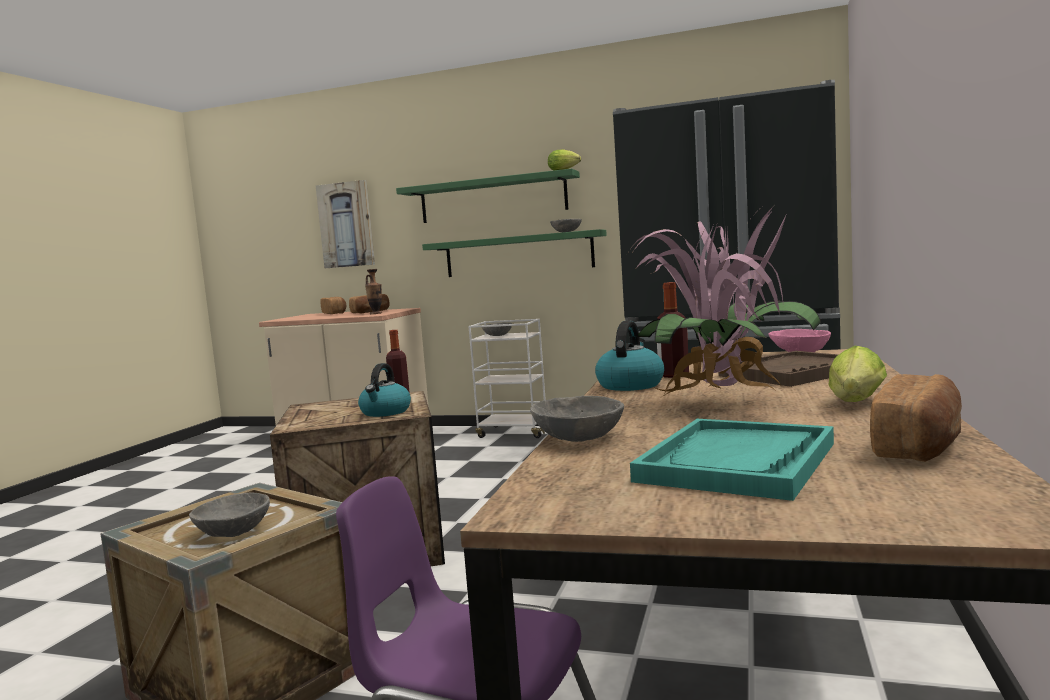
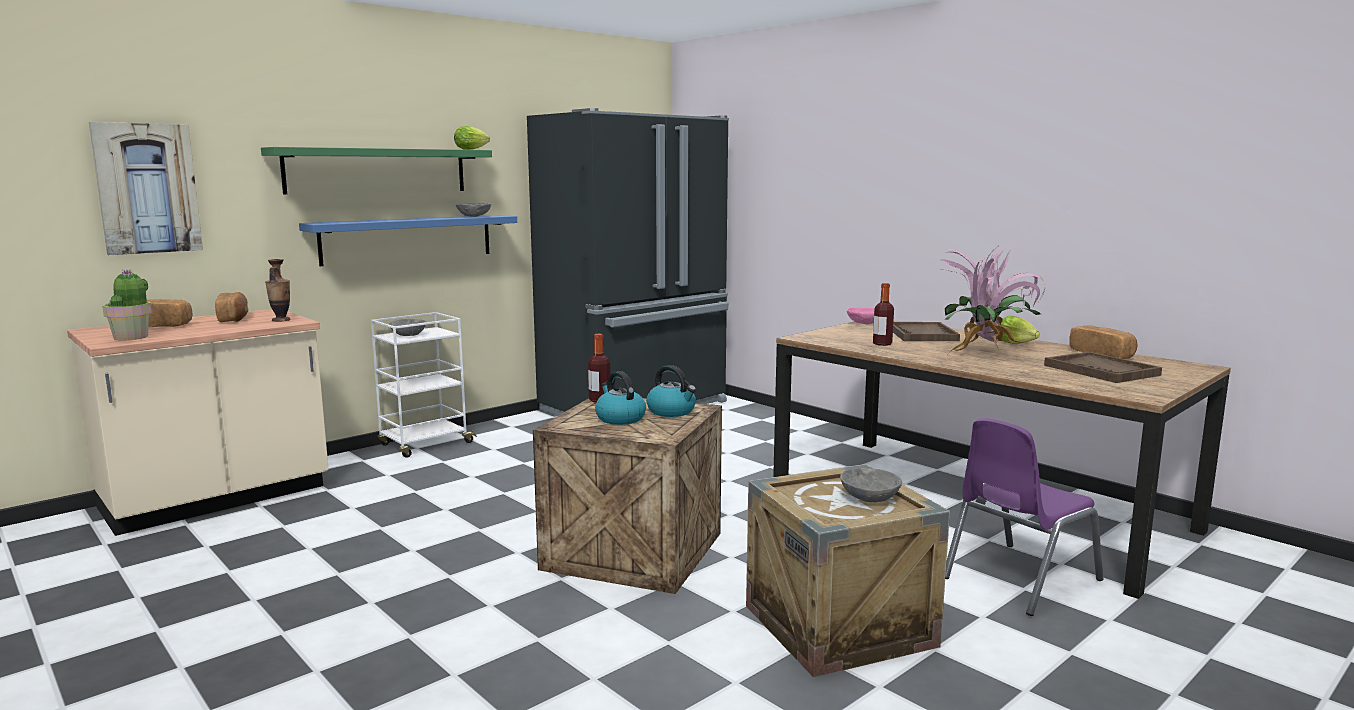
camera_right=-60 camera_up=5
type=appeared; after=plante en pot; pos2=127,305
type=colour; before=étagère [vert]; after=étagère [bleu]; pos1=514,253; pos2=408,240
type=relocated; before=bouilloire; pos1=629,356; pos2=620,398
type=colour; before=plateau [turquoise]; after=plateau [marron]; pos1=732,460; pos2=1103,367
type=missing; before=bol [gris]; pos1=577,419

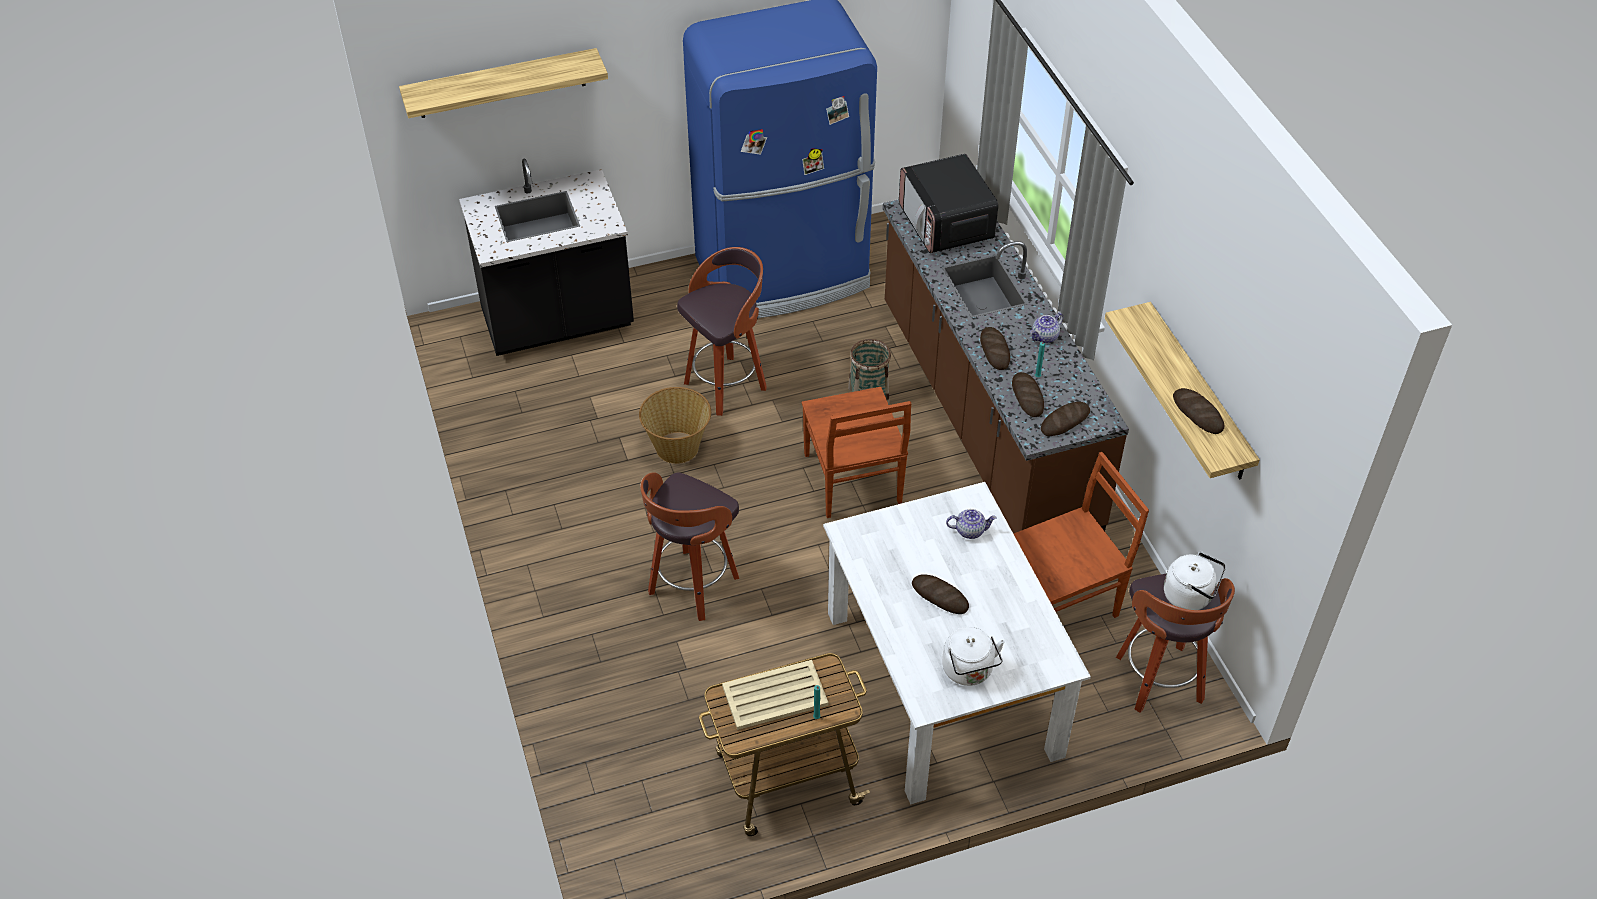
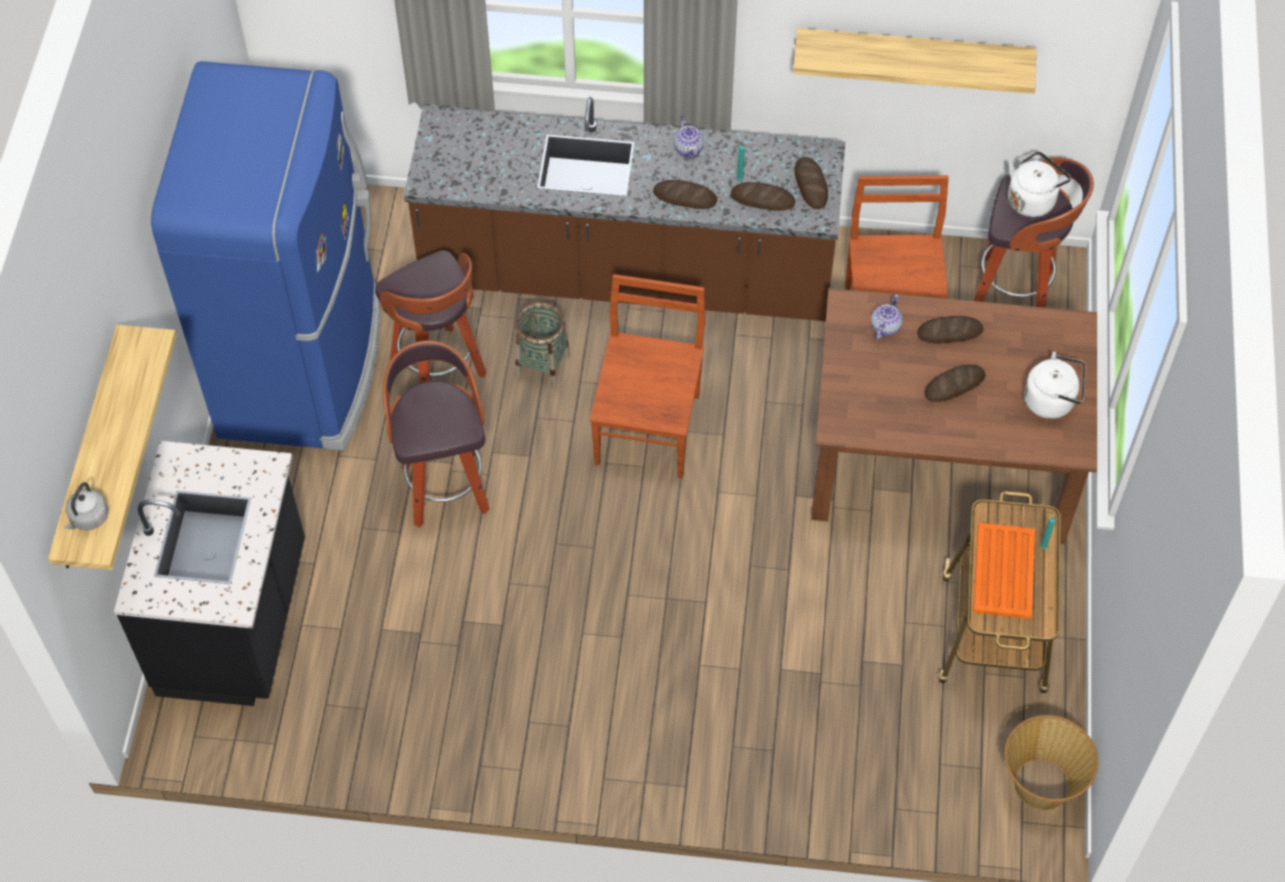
camera_right=-65 camera_up=10
type=appeared; after=bouilloire [gris]; pos2=86,506
type=relocated; before=tabouret; pos1=689,546; pos2=430,316
type=spun; before=chaise [marron]; pos1=856,452; pos2=647,376; turn=-90
type=colour; before=table à manger [blanc]; after=table à manger [marron]; pos1=957,643; pos2=954,416
type=relocated; before=pain; pos1=1198,411; pos2=950,330
type=colour; before=plateau [beige]; after=plateau [orange]; pos1=775,695; pos2=1004,571
type=relocated; before=panier; pos1=675,425; pos2=1051,762
type=missing; before=micro-ondes; pos1=948,203

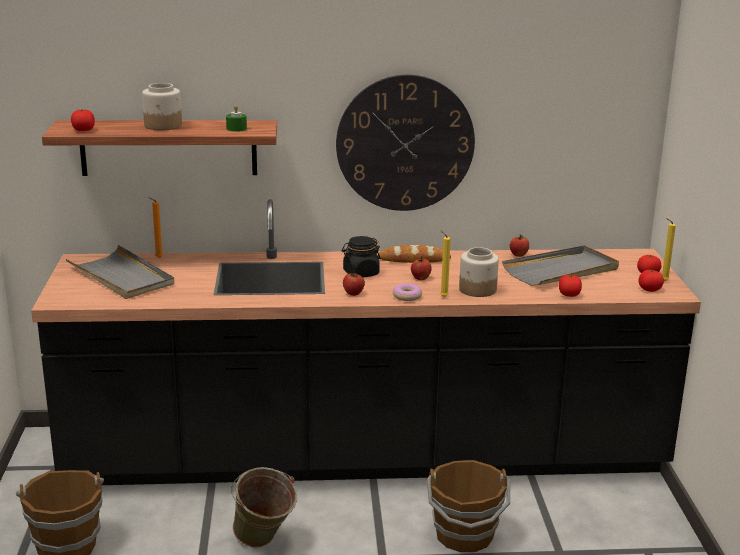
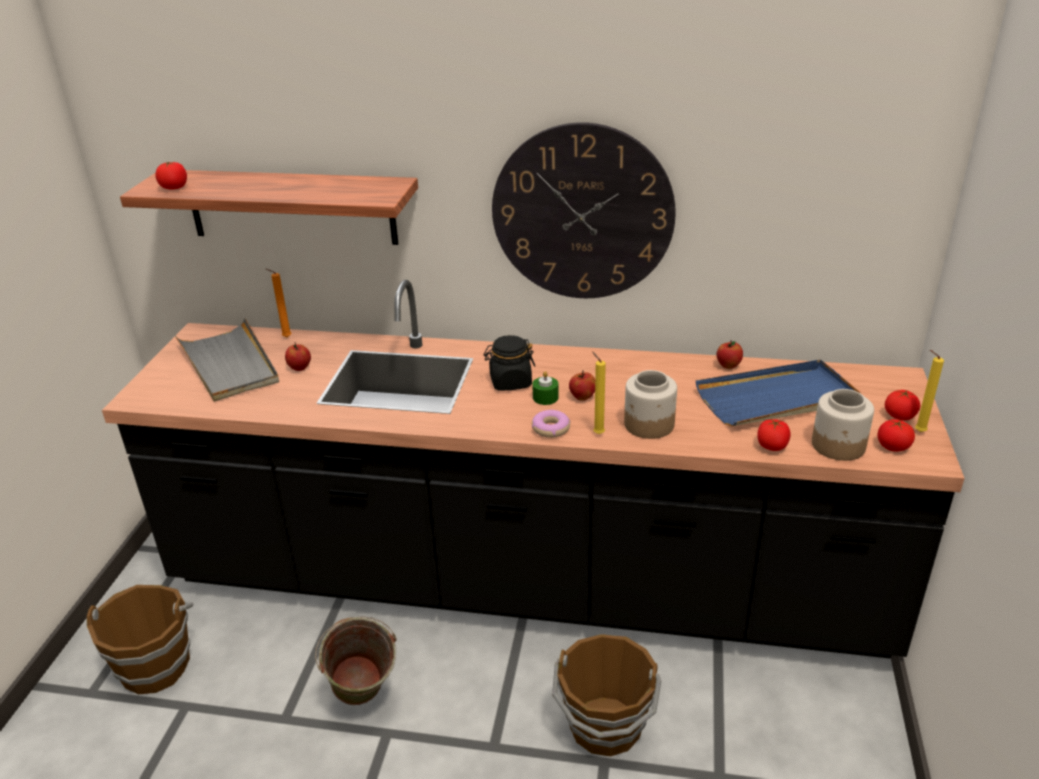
camera_right=15 camera_up=10
type=relocated; before=pomme; pos1=354,283; pos2=298,357
type=relocated; before=bougie [vert]; pos1=236,118; pos2=545,388
type=colour; before=plateau [gris]; after=plateau [bleu]; pos1=560,265; pos2=778,392
type=relocated; before=bocal; pos1=162,106; pos2=843,425
type=missing; before=pain; pos1=414,254

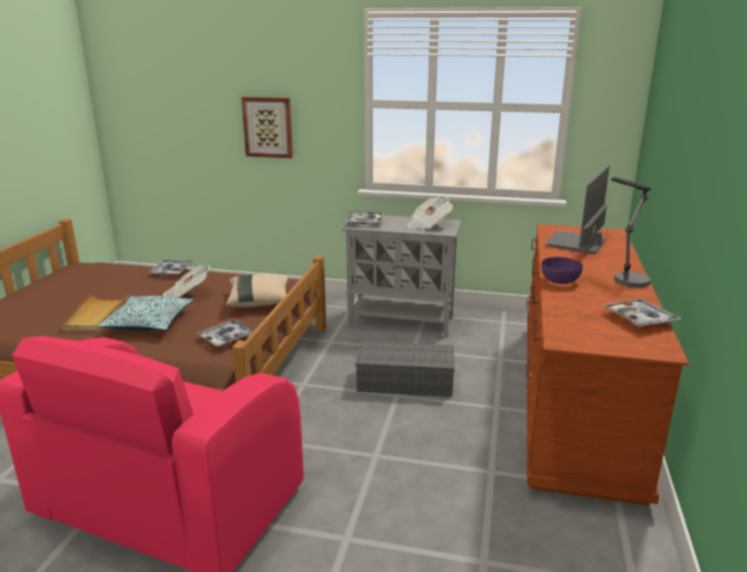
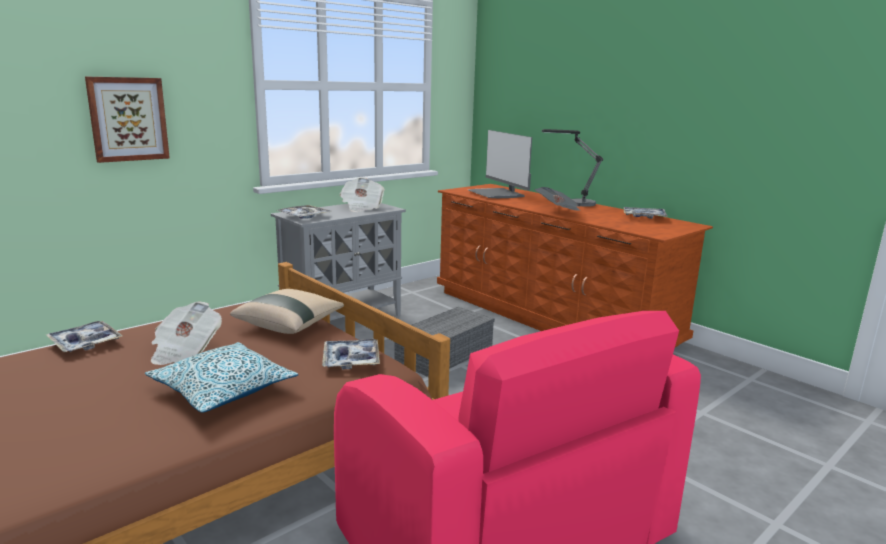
camera_right=-55 camera_up=-5
type=exchanged; before=bol [violet]; after=journal; pos1=562,270; pos2=557,199
type=missing; before=plateau [beige]; pos1=95,312

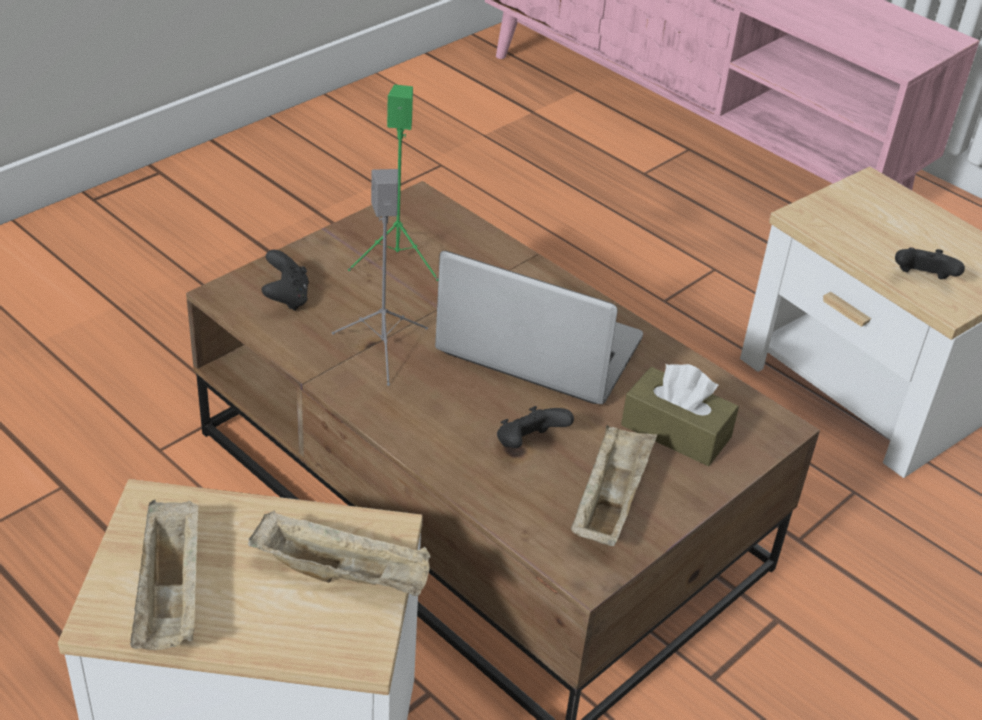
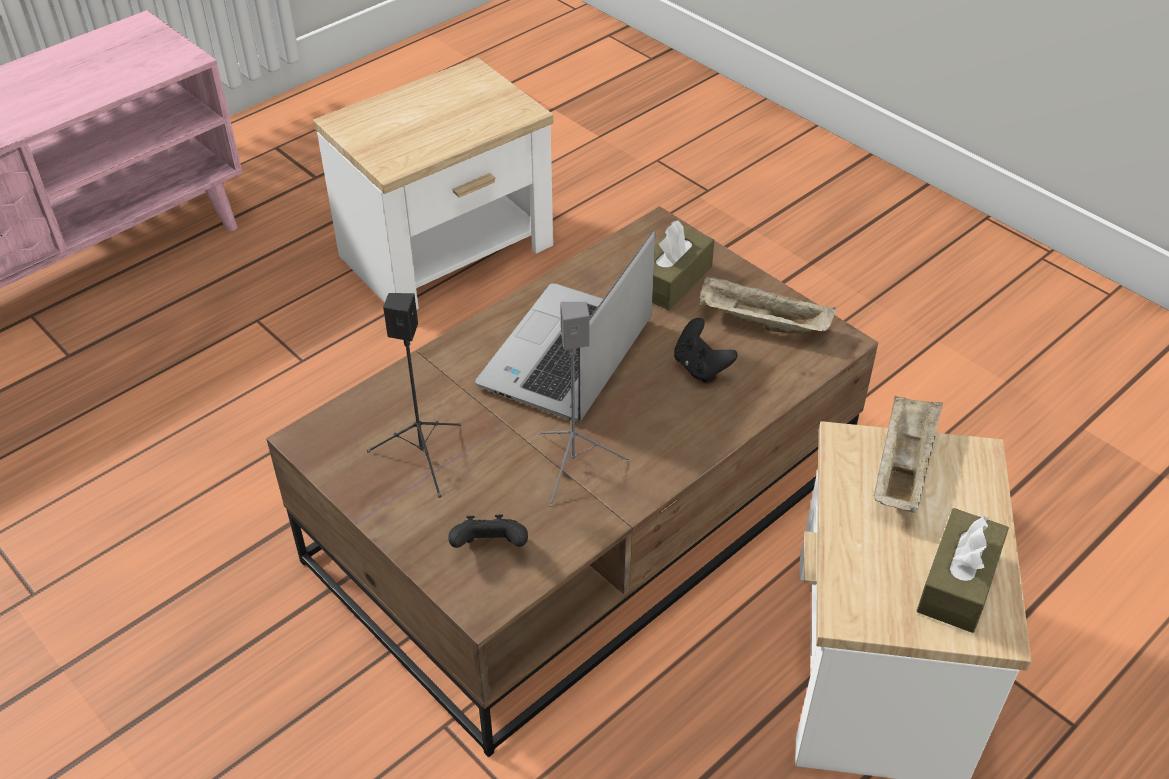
camera_right=-85 camera_up=5
type=colour; before=enceinte [vert]; after=enceinte [noir]; pos1=393,183; pos2=414,395
type=exchanged; before=plateau [beige]; after=boîte à mouchoirs [marron]; pos1=164,575; pos2=963,570
type=missing; before=manette [noir]; pos1=930,263

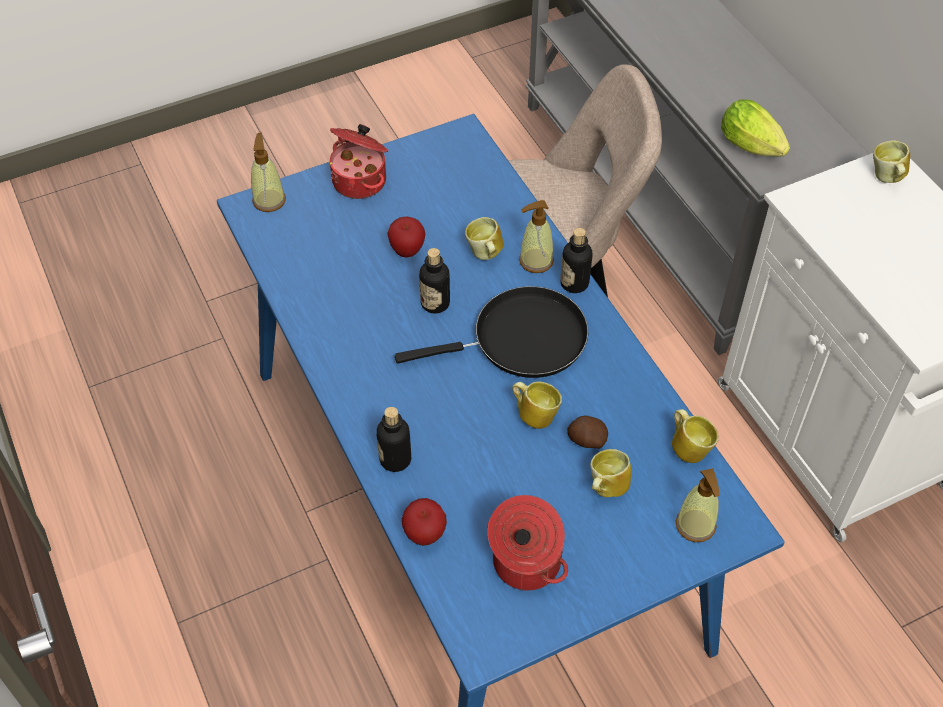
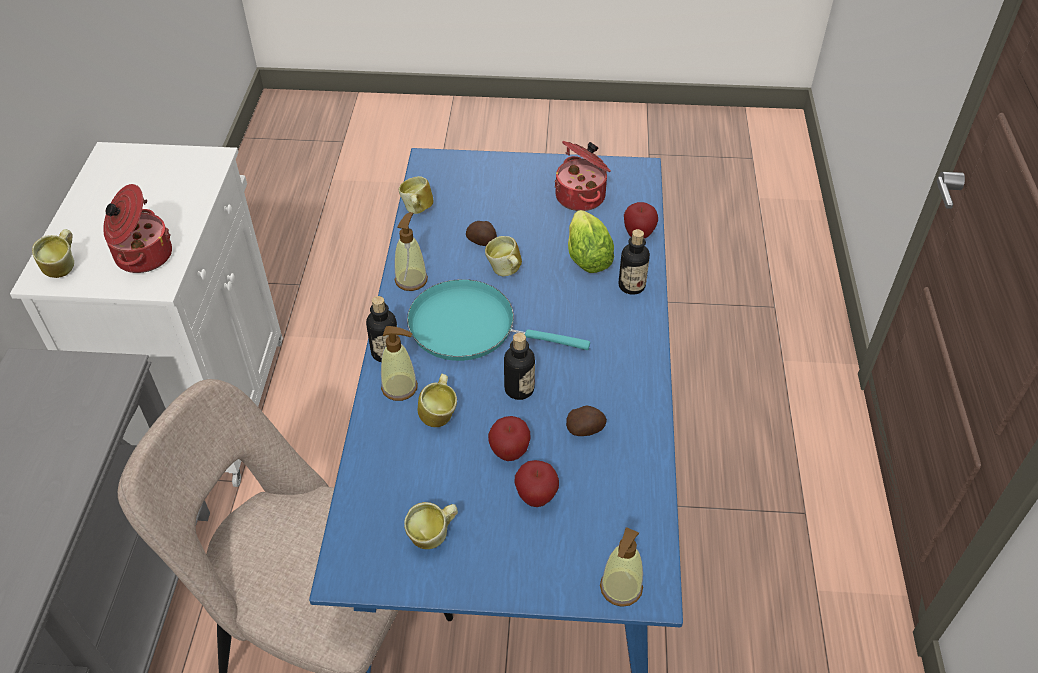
camera_right=-150 camera_up=-5
type=relocated; before=marmite; pos1=359,161; pos2=137,228
type=relocated; before=distributeur de savon; pos1=698,505; pos2=411,251
type=relocated; before=mug; pos1=610,473; pos2=431,525
type=colour; before=poêle [noir]; after=poêle [turquoise]; pos1=491,332; pos2=498,320
type=appeared; after=pomme; pos2=536,483
type=appeared; after=pomme de terre; pos2=586,421
type=relocated; before=laitue; pos1=755,128; pos2=591,241

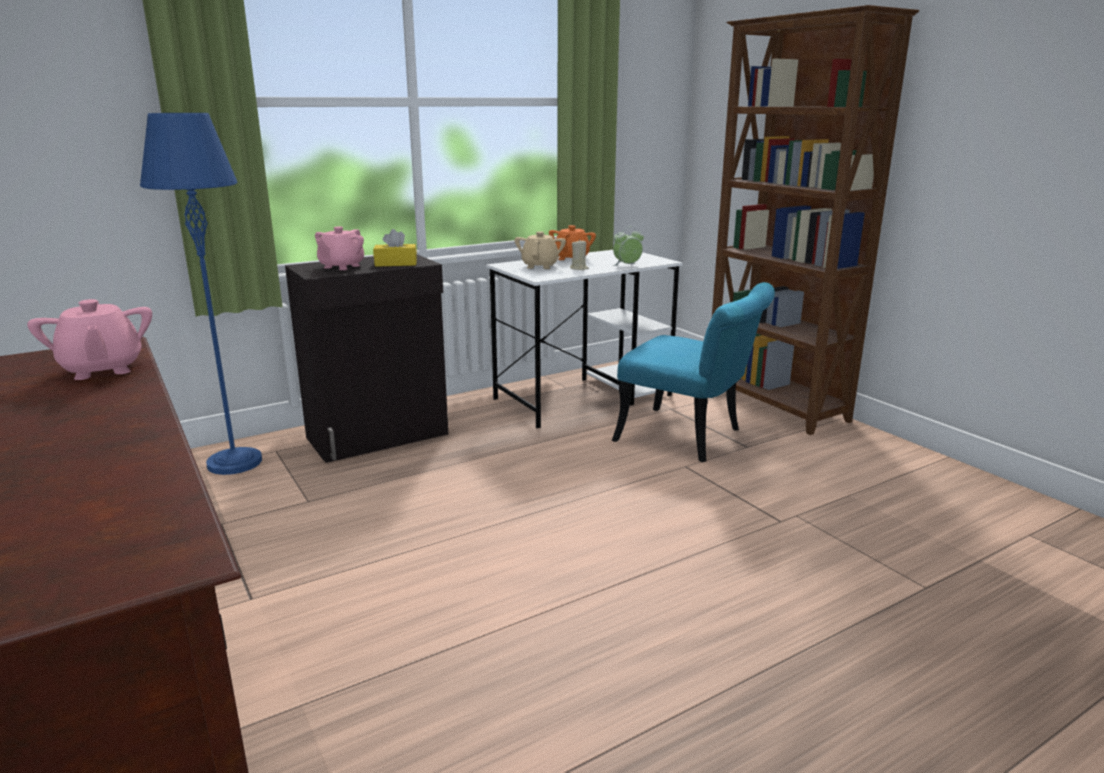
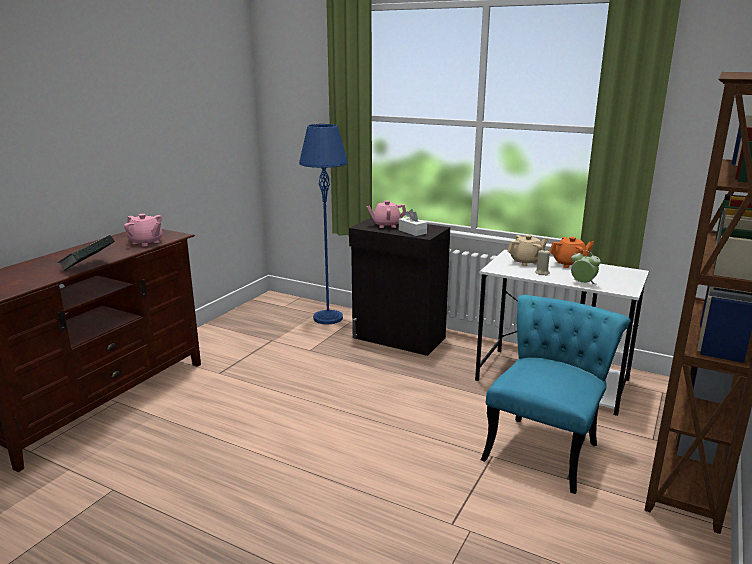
camera_right=60 camera_up=0
type=appeared; after=livre; pos2=86,253
type=spun; before=théière [rose]; pos1=89,339; pos2=143,230; turn=-90
type=colour; before=boîte à mouchoirs [jaune]; after=boîte à mouchoirs [blanc]; pos1=395,248; pos2=413,222
type=spun; before=chaise [turquoise]; pos1=693,372; pos2=555,394; turn=-150

